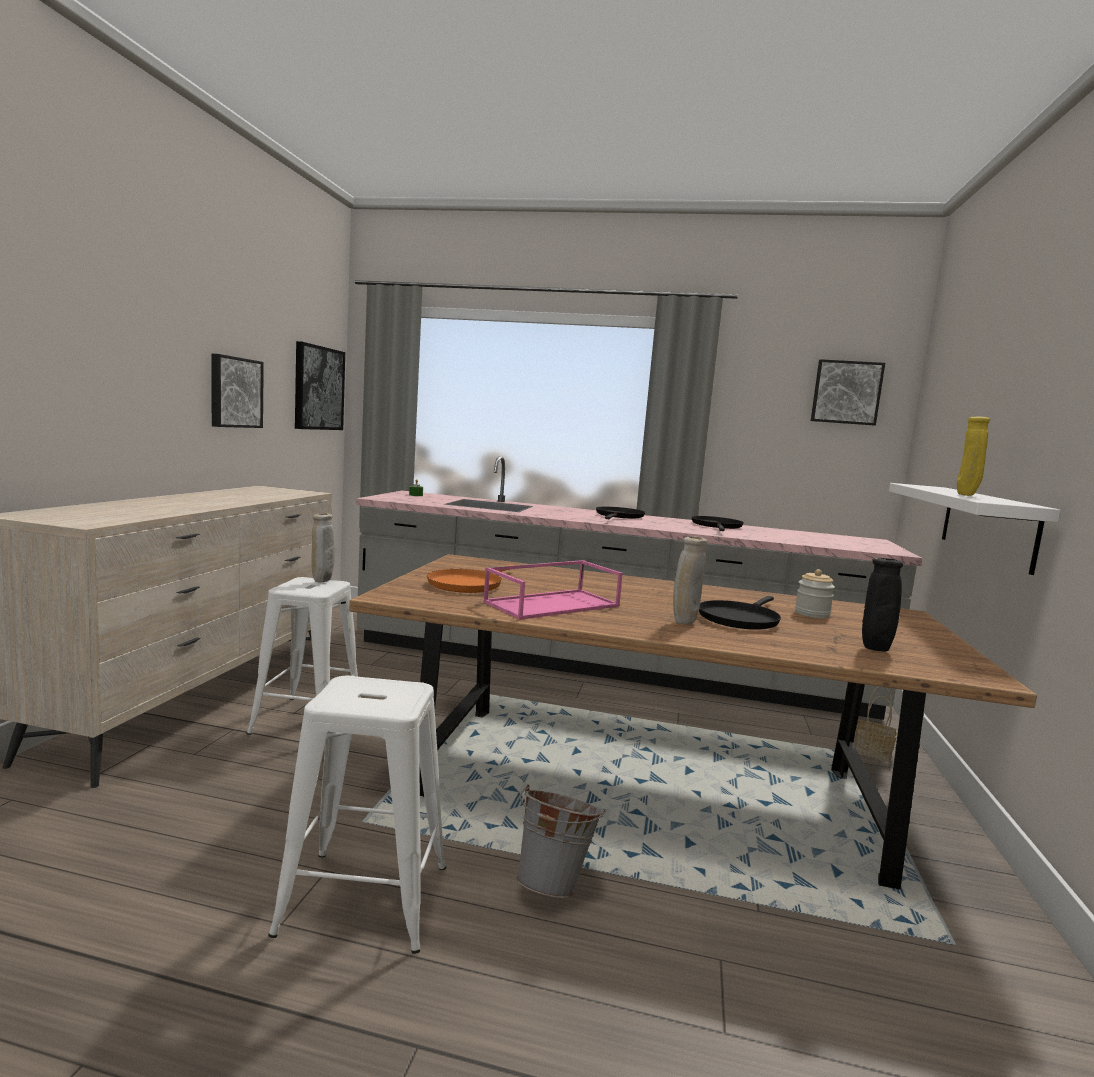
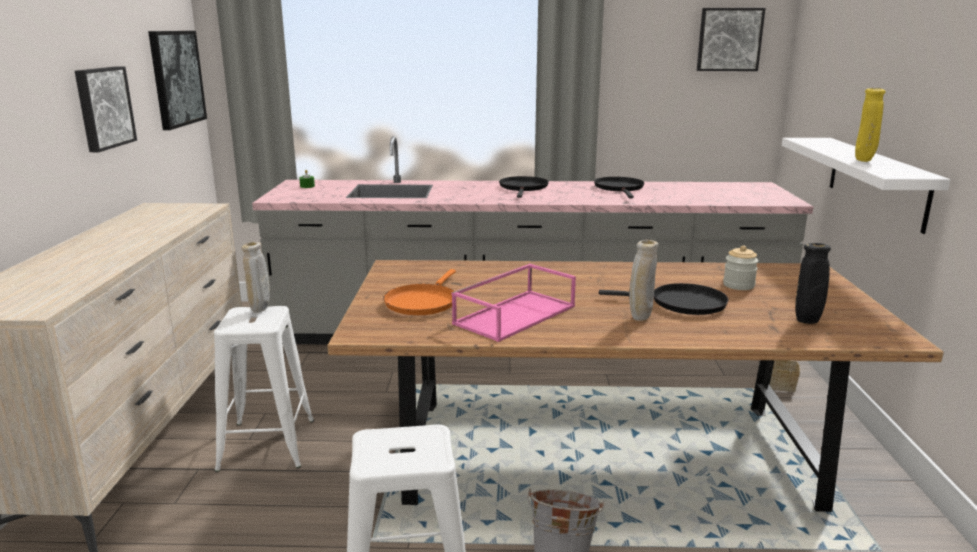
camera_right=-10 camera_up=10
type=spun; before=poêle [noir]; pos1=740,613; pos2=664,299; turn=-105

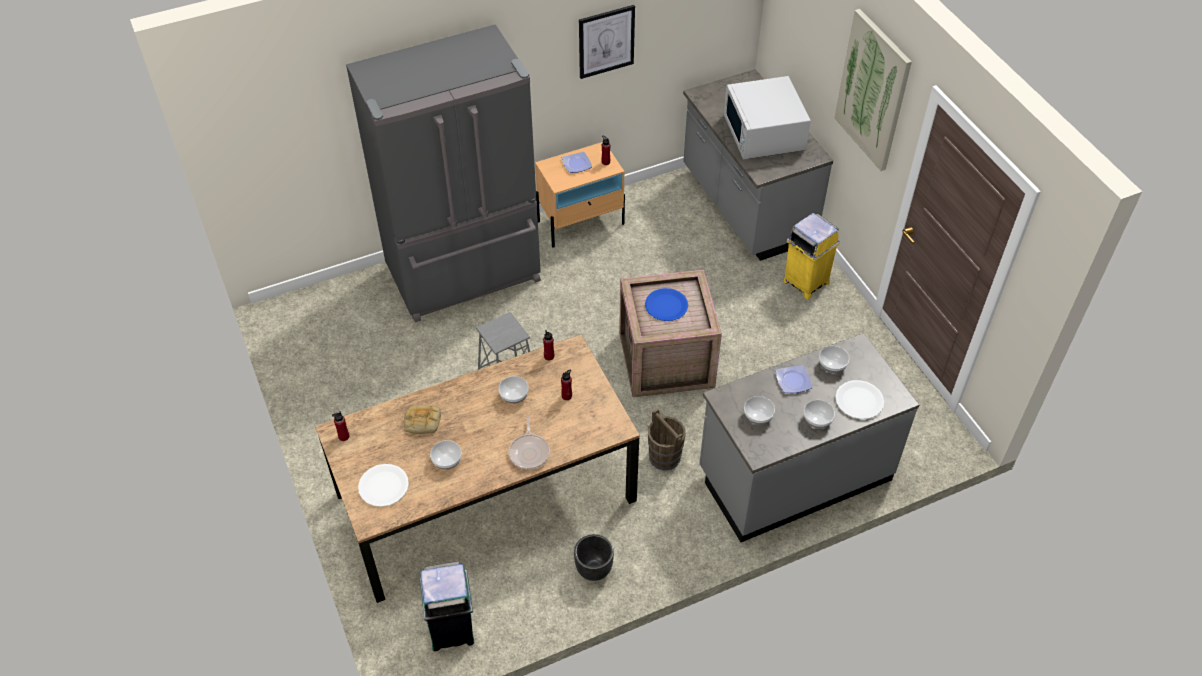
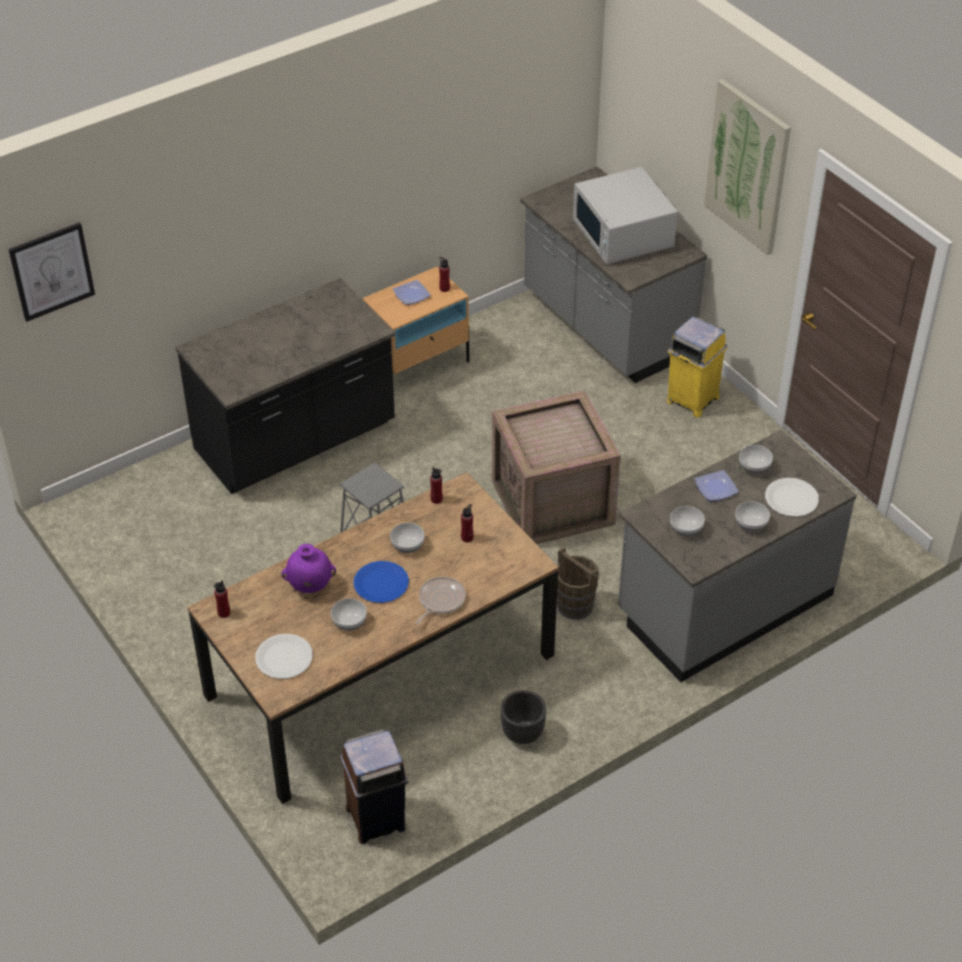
camera_right=-10 camera_up=-5
type=relocated; before=tableau; pos1=607,42; pos2=51,272
type=exchanged; before=réfrigérateur [gris]; after=comptoir de cuisine [noir]; pos1=443,173; pos2=285,386
type=exchanged; before=pain; after=vase [violet]; pos1=422,419; pos2=309,568
type=colour; before=poubelle [vert]; after=poubelle [marron]; pos1=447,606; pos2=374,786
type=relocated; before=assiette [bleu]; pos1=666,304; pos2=381,582
type=spun; before=poêle; pos1=529,442; pos2=440,601; turn=-135

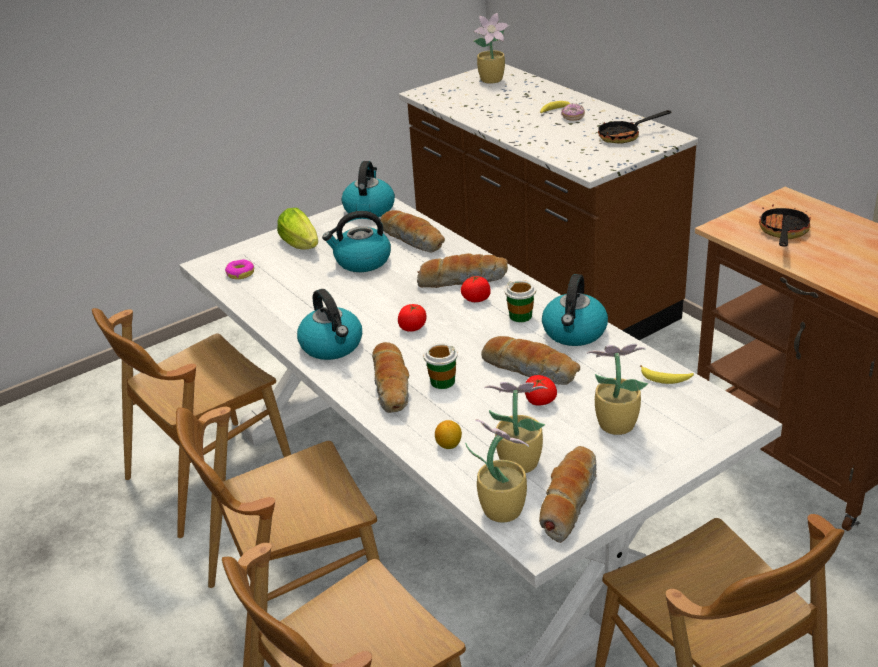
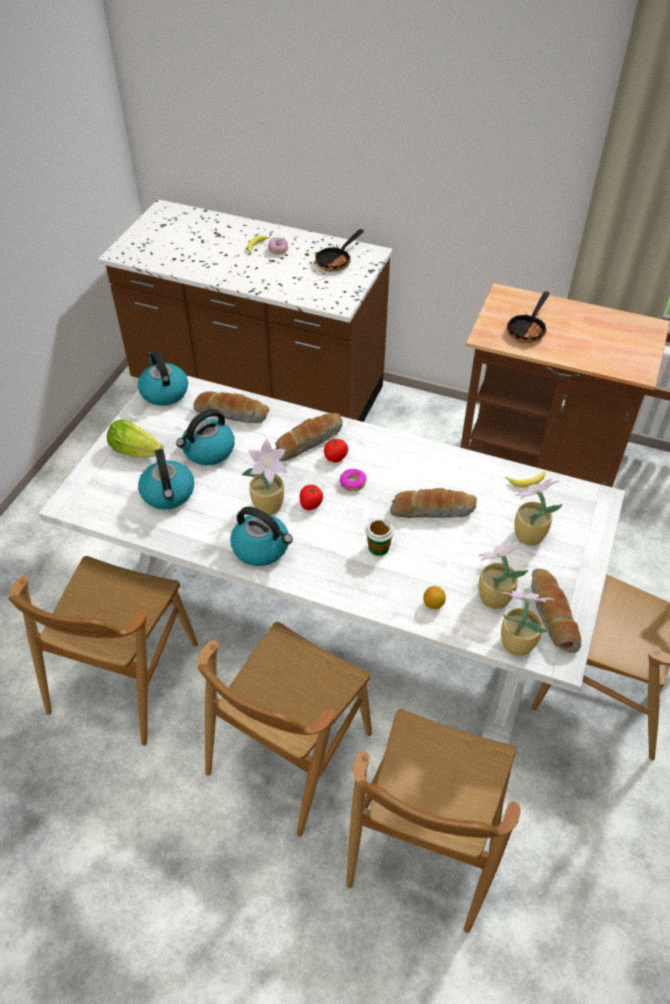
camera_right=-35 camera_up=15
type=relocated; before=bouilloire; pos1=575,310; pos2=166,479
type=relocated; before=plante en pot; pos1=491,48; pos2=264,477
type=relocated; before=beignet; pos1=239,269; pos2=353,480
type=spun; before=poêle; pos1=785,226; pos2=528,317; turn=-135
type=missing; before=pain; pos1=390,377
type=missing; before=tasse; pos1=520,301
type=missing; before=tomate; pos1=541,390

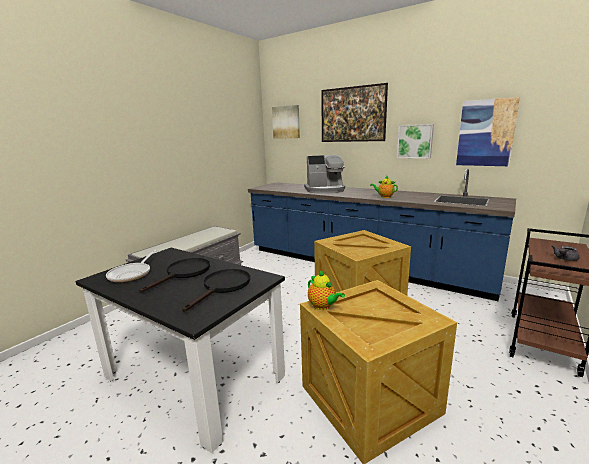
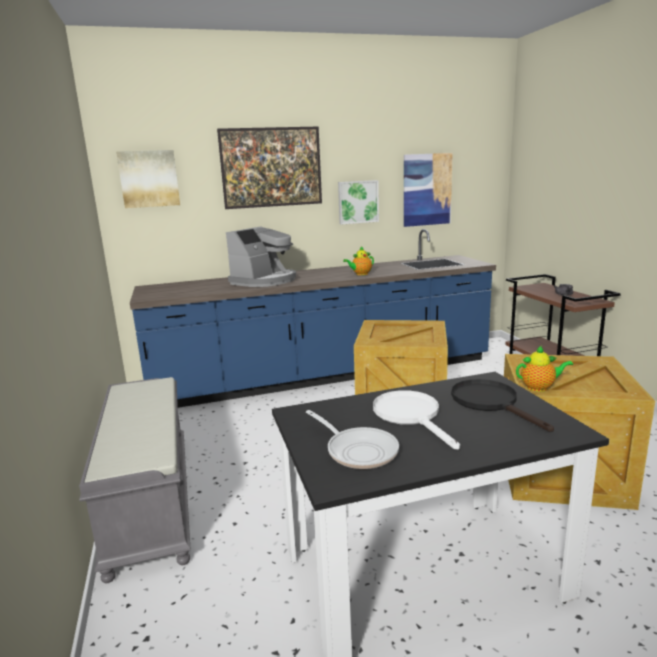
camera_right=-50 camera_up=0
type=colour; before=poêle [noir]; after=poêle [blanc]; pos1=174,275; pos2=416,420

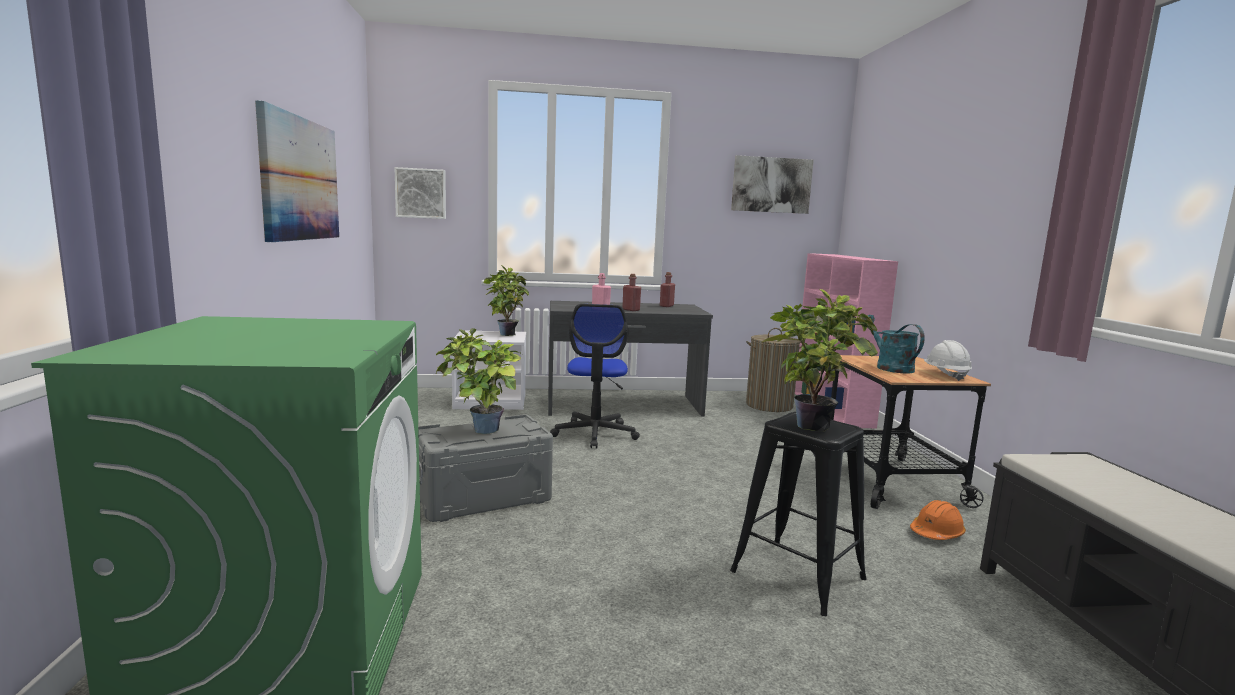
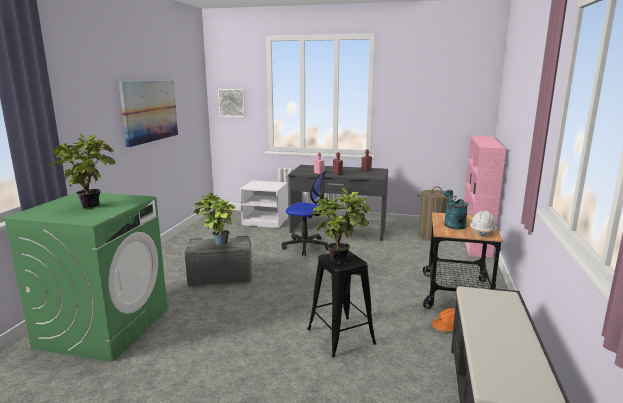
camera_right=20 camera_up=5
type=relocated; before=plante en pot; pos1=506,300; pos2=82,170
type=spun; before=chaise de bureau; pos1=595,376; pos2=305,213; turn=-90
type=missing; before=tableau; pos1=772,184

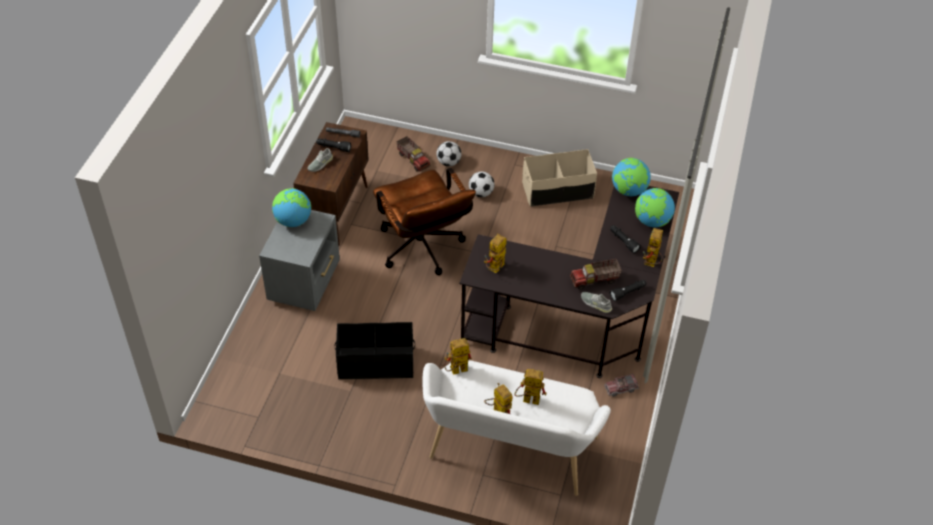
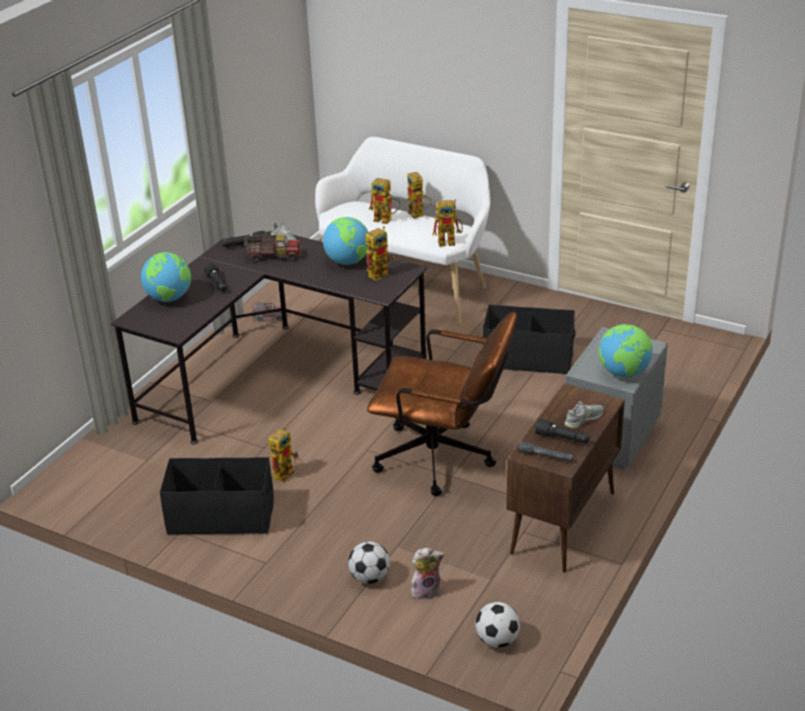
camera_right=-165 camera_up=-15
type=colour; before=boîte de rangement [beige]; after=boîte de rangement [noir]; pos1=559,178; pos2=217,496
type=relocated; before=robot jouet; pos1=653,247; pos2=284,454
type=relocated; before=globe; pos1=631,177; pos2=345,241
type=spun; before=chaise de bureau [marron]; pos1=424,221; pos2=442,404; turn=120
type=exchanged; before=camion jouet; after=peluche; pos1=413,154; pos2=427,573
type=relocated; before=ballon de foot; pos1=482,184; pos2=497,625

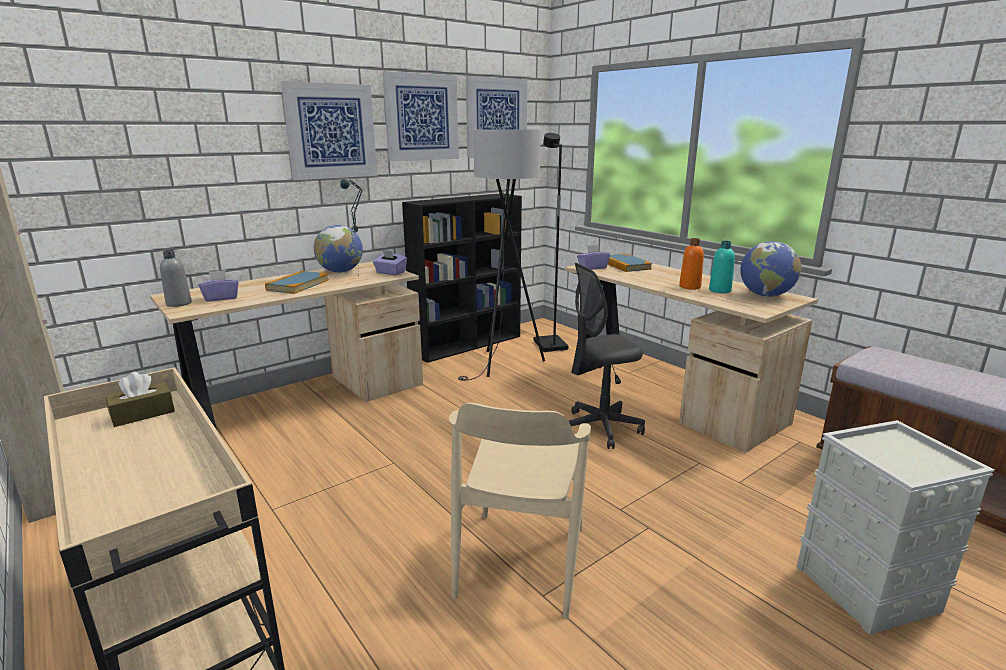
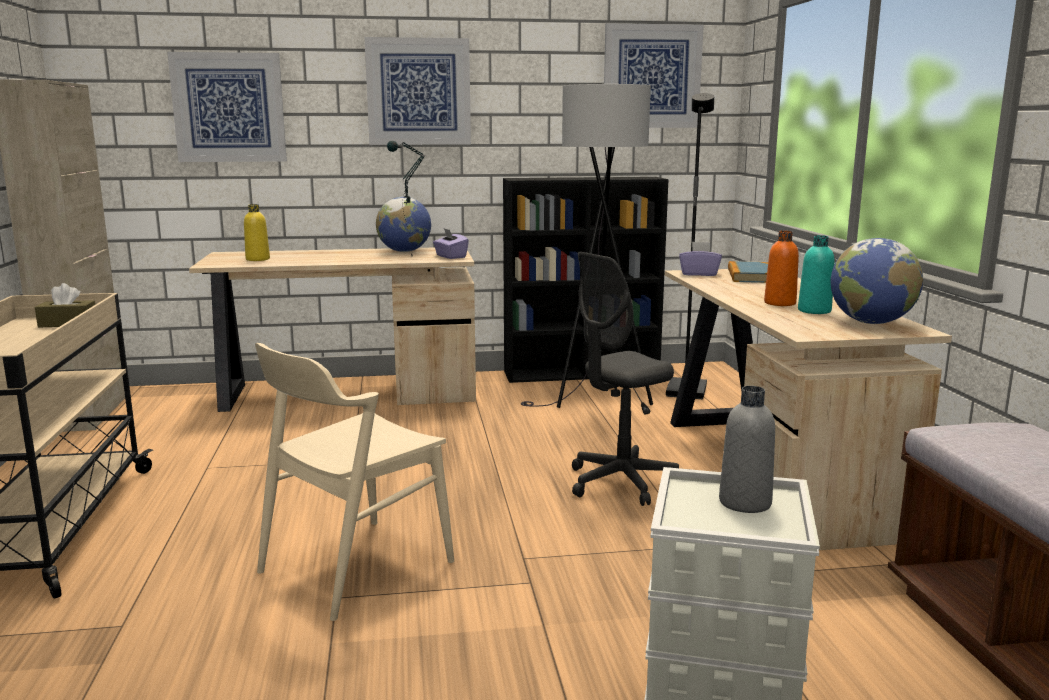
camera_right=30 camera_up=-5
type=relocated; before=tableau; pos1=421,116; pos2=227,107
type=exchanged; before=boîte à mouchoirs [violet]; after=bouteille [jaune]; pos1=219,286; pos2=257,232
type=spun; before=chaise de bureau [gris]; pos1=607,356; pos2=625,379; turn=-45
type=relocated; before=bouteille [gris]; pos1=176,278; pos2=747,449
type=missing; before=livre; pos1=297,282

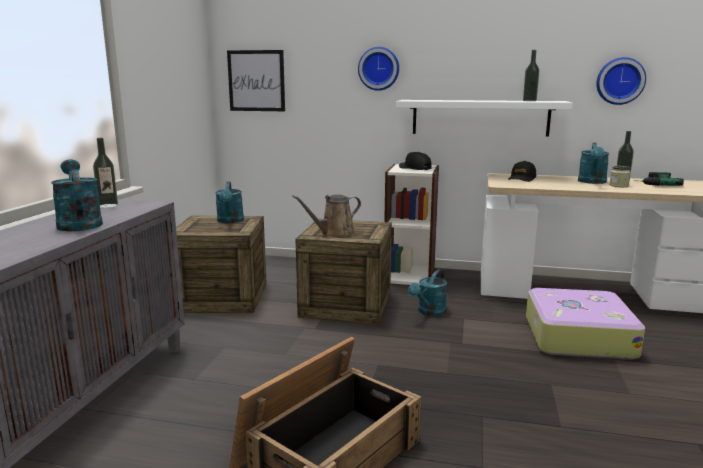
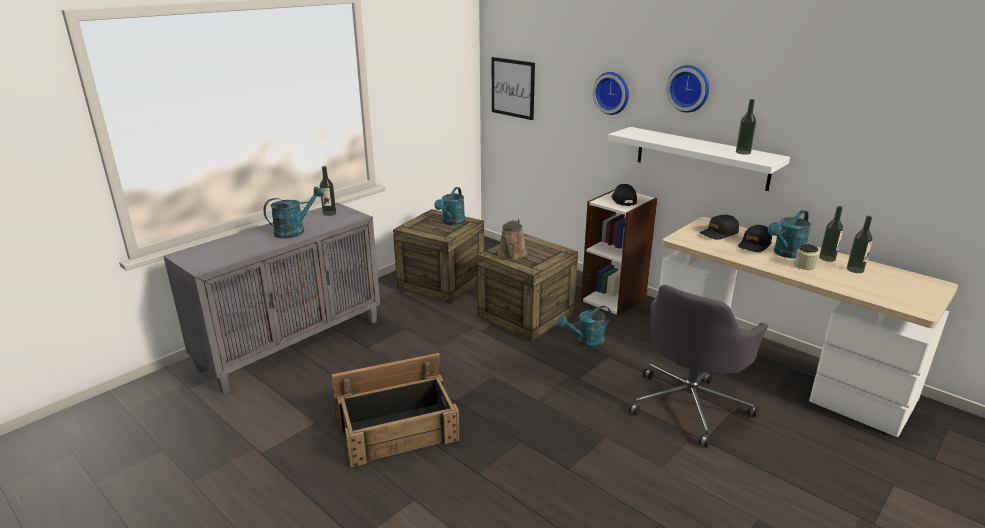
camera_right=30 camera_up=10
type=spun; before=arrosoir [turquoise]; pos1=77,195; pos2=293,212; turn=45
type=spun; before=arrosoir [marron]; pos1=326,216; pos2=513,240; turn=-75
type=exchanged; before=valise; after=chaise de bureau [gris]; pos1=585,324; pos2=698,366
type=relocated; before=horloge murale; pos1=621,81; pos2=687,89
type=appeared; after=casquette [noir]; pos2=755,238
type=exchanged; before=perceuse; after=bouteille; pos1=659,179; pos2=860,244

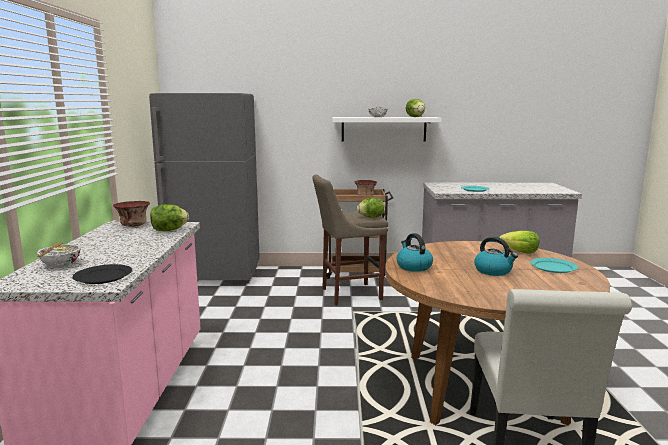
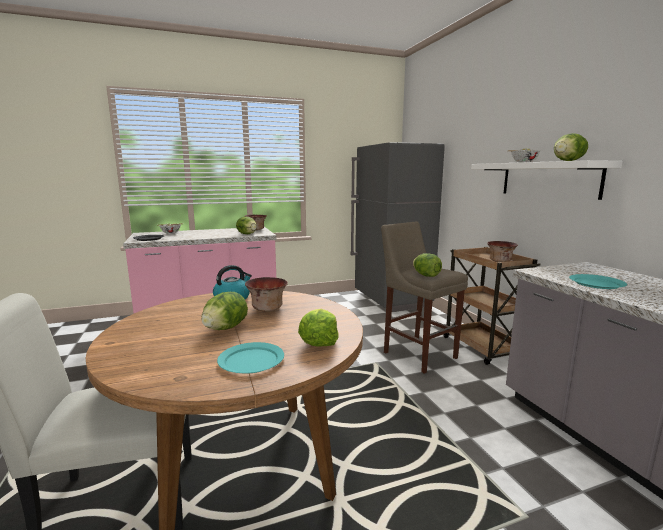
camera_right=70 camera_up=0
type=exchanged; before=bouilloire; after=laitue; pos1=496,256; pos2=224,311
type=appeared; after=bol; pos2=266,294

